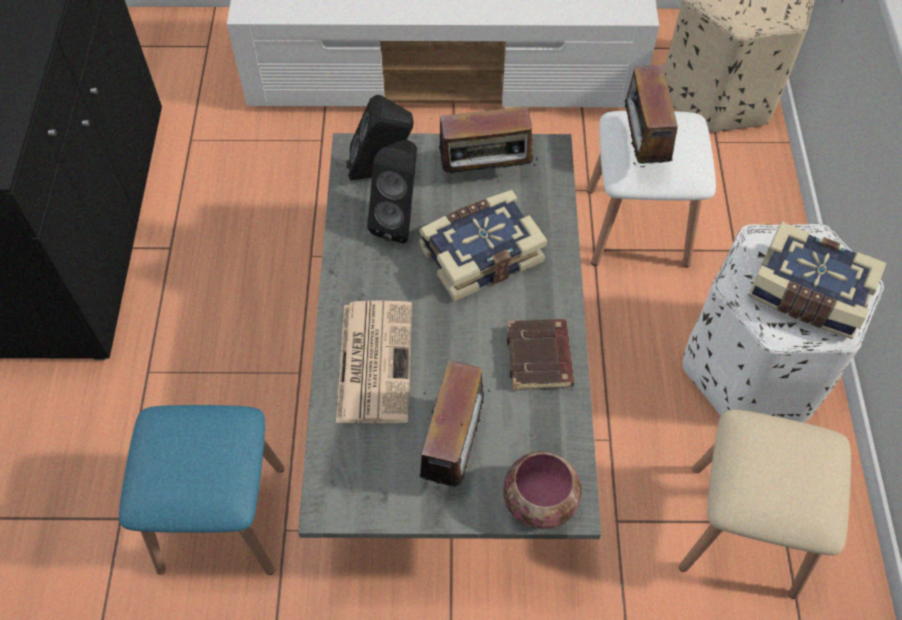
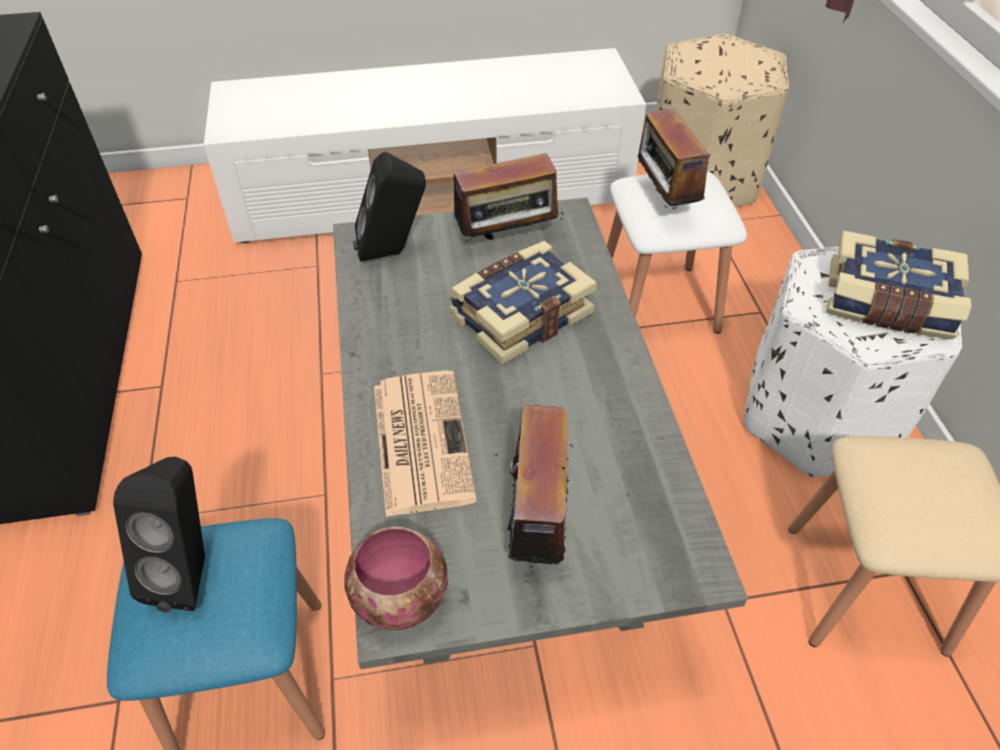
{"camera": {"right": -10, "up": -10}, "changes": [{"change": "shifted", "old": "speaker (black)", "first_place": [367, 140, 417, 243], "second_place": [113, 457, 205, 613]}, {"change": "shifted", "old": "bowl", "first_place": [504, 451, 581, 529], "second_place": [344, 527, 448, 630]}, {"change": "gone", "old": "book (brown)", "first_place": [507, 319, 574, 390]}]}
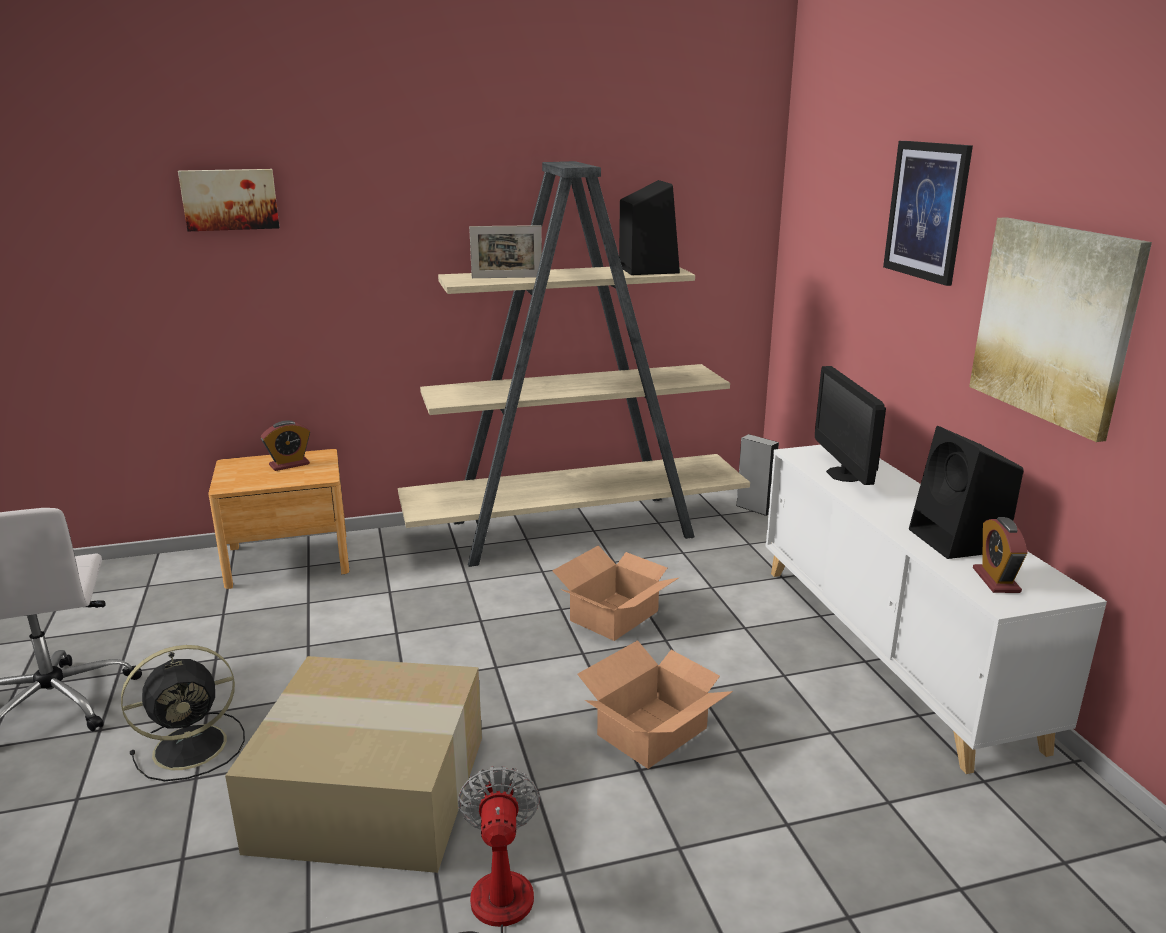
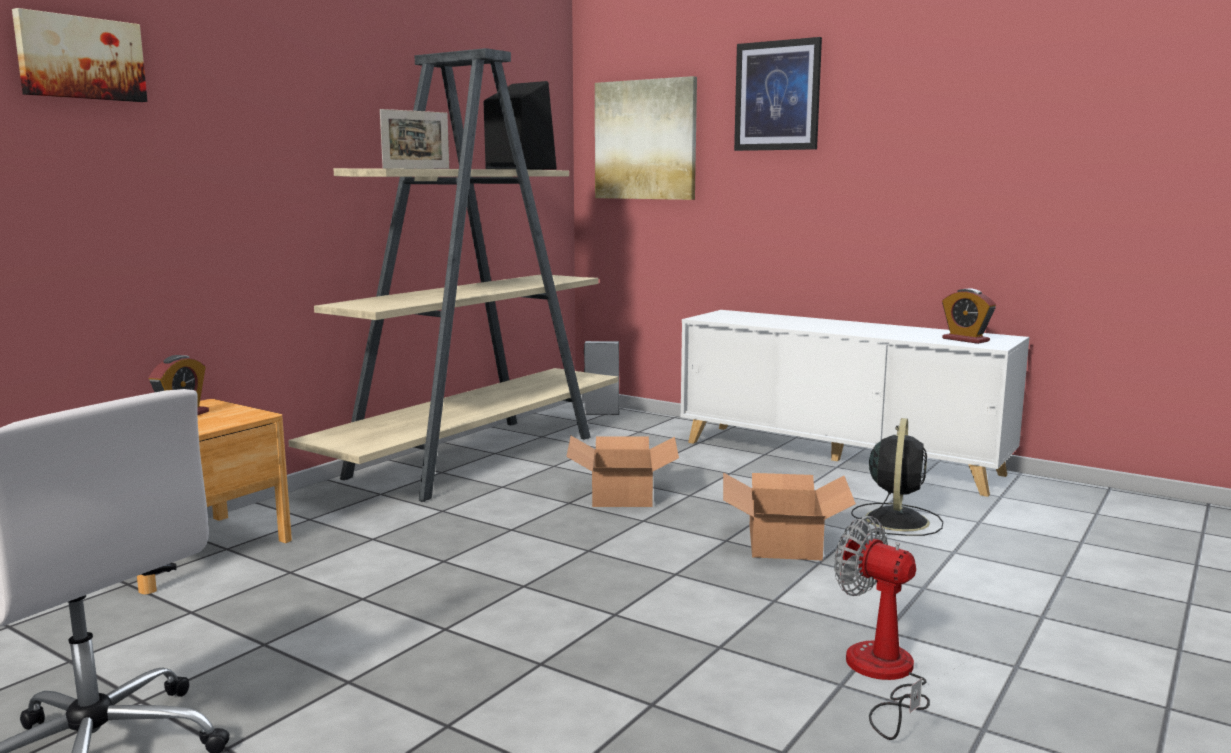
{"camera": {"right": -40, "up": -10}, "changes": [{"change": "shifted", "old": "picture", "first_place": [969, 217, 1152, 442], "second_place": [595, 76, 697, 200]}, {"change": "shifted", "old": "fan (black)", "first_place": [121, 645, 245, 781], "second_place": [851, 418, 943, 536]}, {"change": "gone", "old": "cardboard box", "first_place": [225, 656, 482, 873]}, {"change": "gone", "old": "monitor", "first_place": [815, 366, 886, 485]}, {"change": "gone", "old": "speaker (black)", "first_place": [909, 426, 1024, 559]}]}
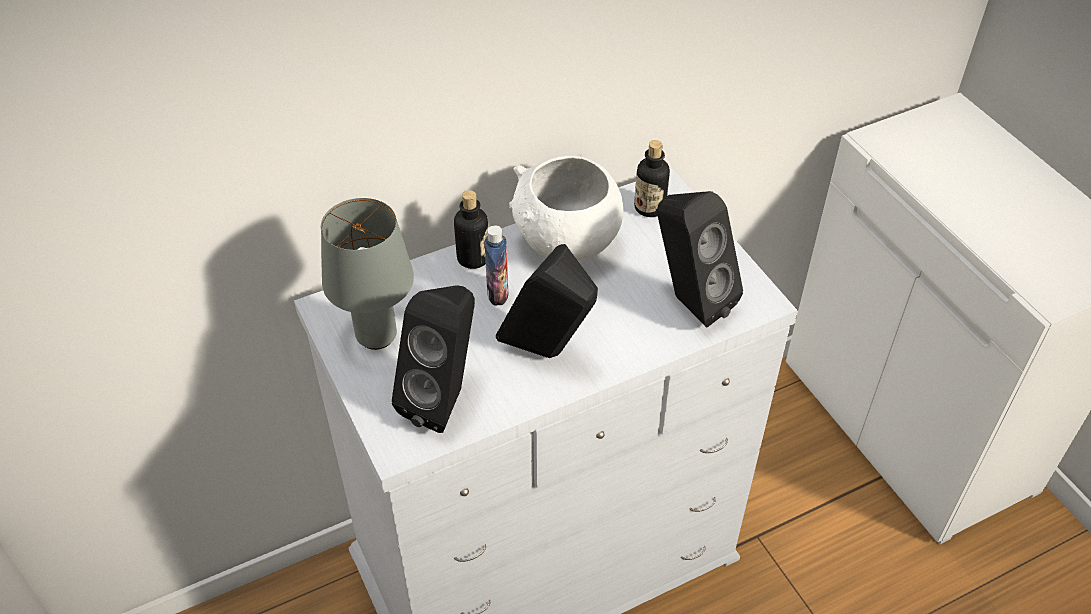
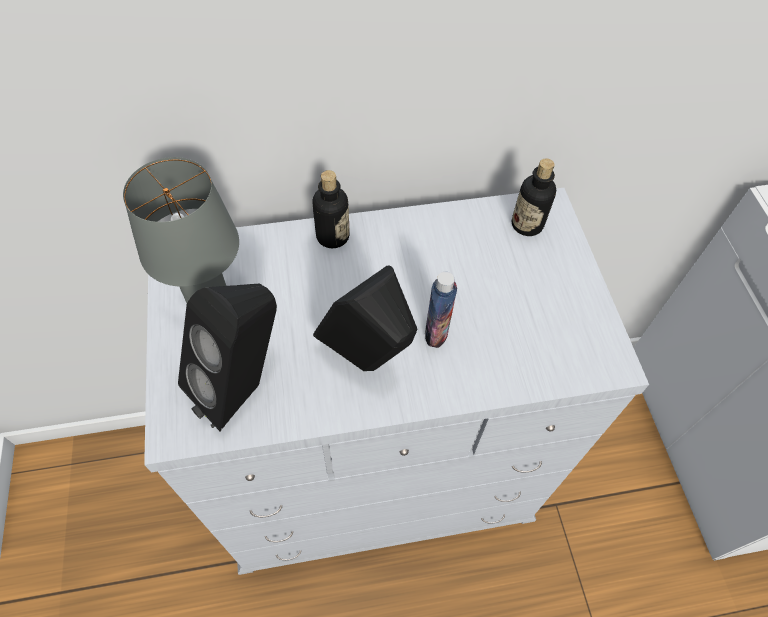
{"camera": {"right": 15, "up": 10}, "changes": [{"change": "shifted", "old": "bottle", "first_place": [484, 225, 508, 306], "second_place": [425, 272, 457, 348]}, {"change": "gone", "old": "bowl (white)", "first_place": [509, 156, 623, 262]}, {"change": "gone", "old": "speaker (black)", "first_place": [657, 191, 743, 327]}]}
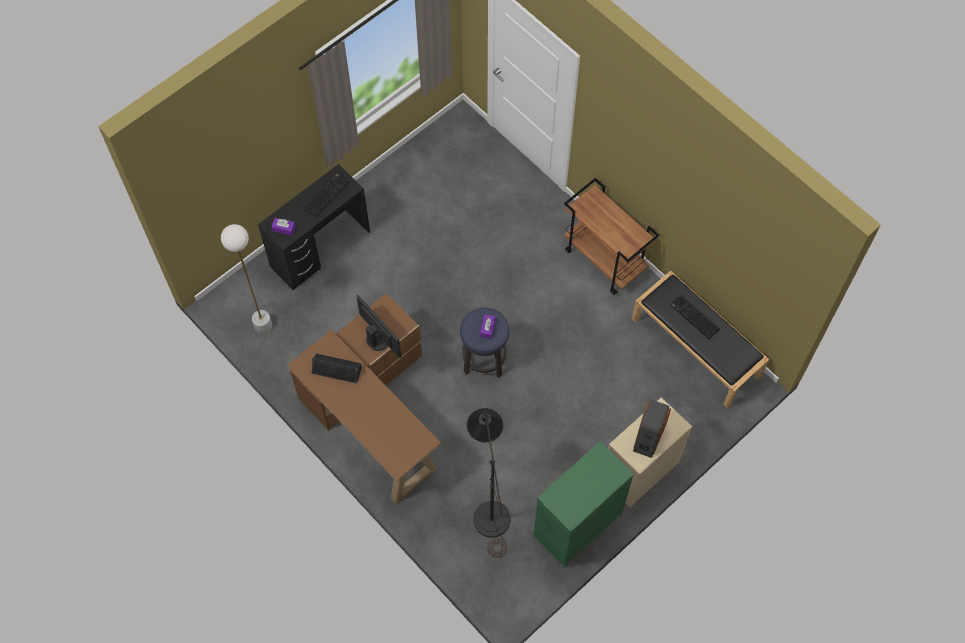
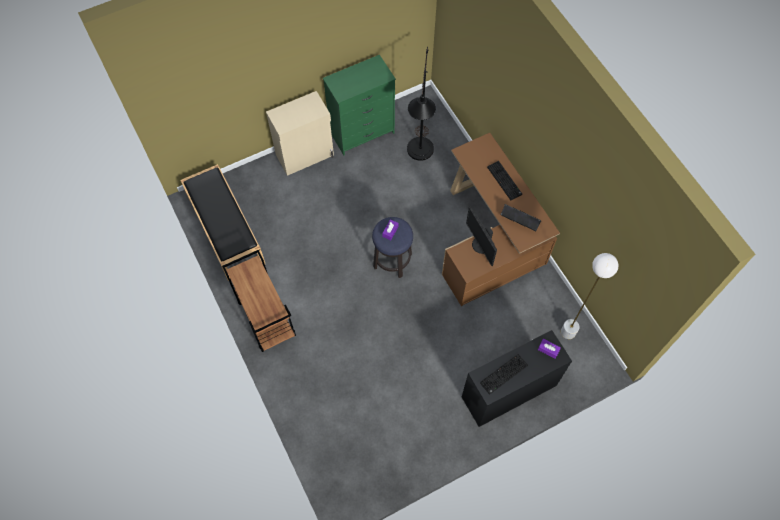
{"camera": {"right": -165, "up": 0}, "changes": [{"change": "shifted", "old": "keyboard", "first_place": [670, 295, 720, 339], "second_place": [487, 161, 522, 200]}, {"change": "gone", "old": "speaker", "first_place": [633, 399, 671, 458]}]}
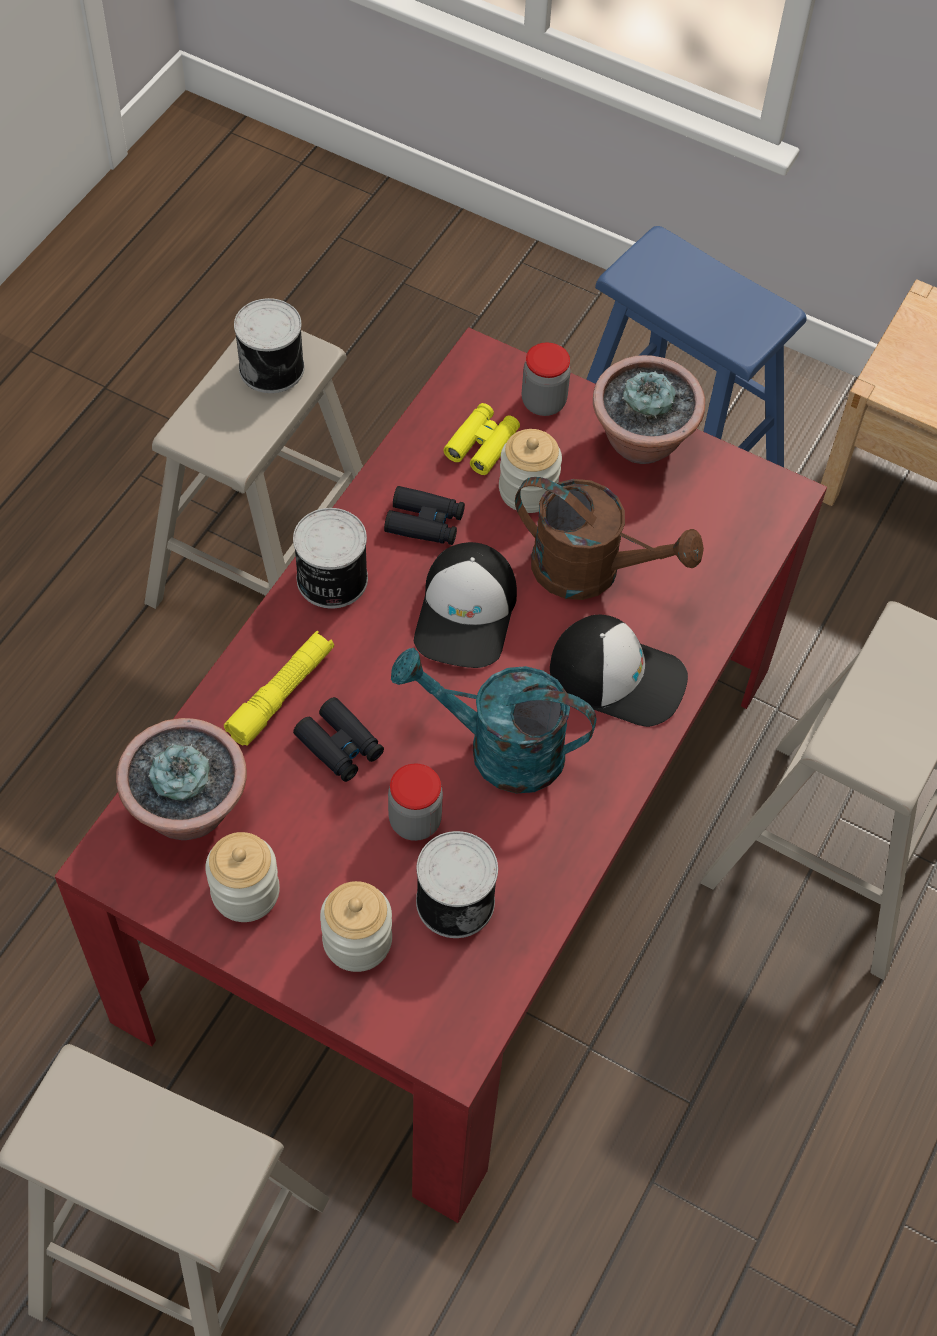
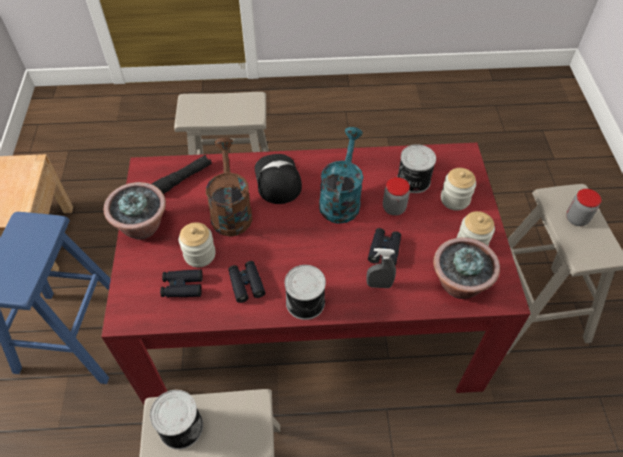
{"camera": {"right": -120, "up": -5}, "changes": [{"change": "new", "new": "flashlight (black)", "second_place": [152, 155, 212, 194]}, {"change": "repainted", "old": "binoculars (yellow)", "new": "binoculars (black)", "first_place": [443, 403, 520, 475], "second_place": [160, 270, 203, 297]}, {"change": "rotated", "old": "watering can (turquoise)", "first_place": [391, 648, 597, 793], "second_place": [319, 127, 363, 224], "degrees": -150}, {"change": "swapped", "old": "flashlight (yellow)", "new": "spray bottle (grey)", "first_place": [224, 631, 334, 746], "second_place": [366, 248, 396, 288]}, {"change": "shifted", "old": "jar", "first_place": [522, 342, 571, 416], "second_place": [566, 189, 601, 226]}, {"change": "gone", "old": "cap", "first_place": [414, 542, 517, 668]}]}
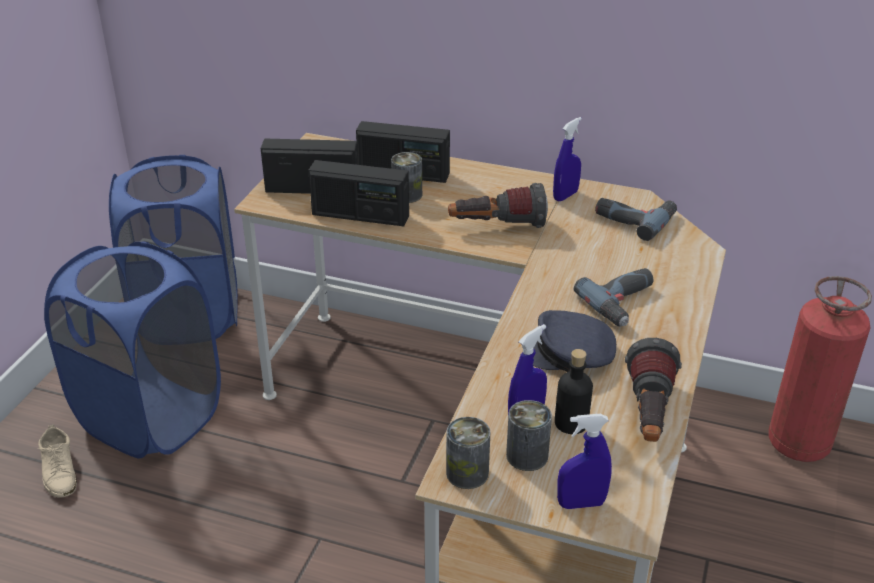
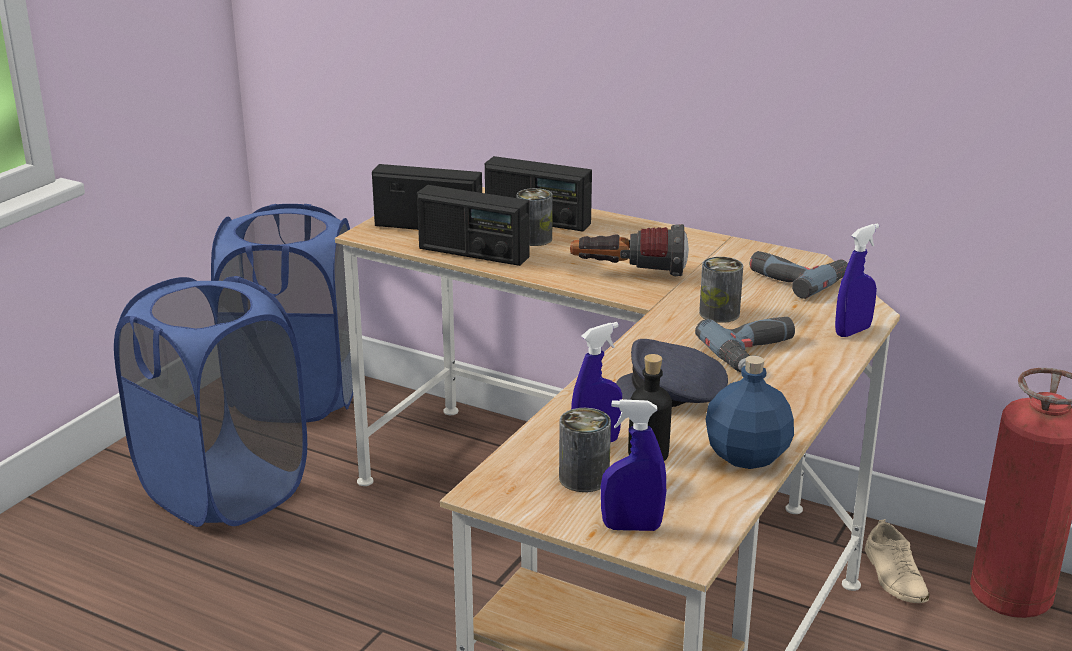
{"camera": {"right": 10, "up": -10}, "changes": [{"change": "shifted", "old": "can", "first_place": [446, 417, 490, 489], "second_place": [699, 257, 743, 323]}, {"change": "swapped", "old": "flashlight", "new": "bottle (blue)", "first_place": [625, 338, 682, 442], "second_place": [706, 355, 794, 469]}, {"change": "shifted", "old": "spray bottle (blue)", "first_place": [553, 117, 582, 202], "second_place": [835, 224, 879, 337]}, {"change": "shifted", "old": "shoe (beige)", "first_place": [37, 425, 77, 497], "second_place": [865, 519, 929, 603]}]}
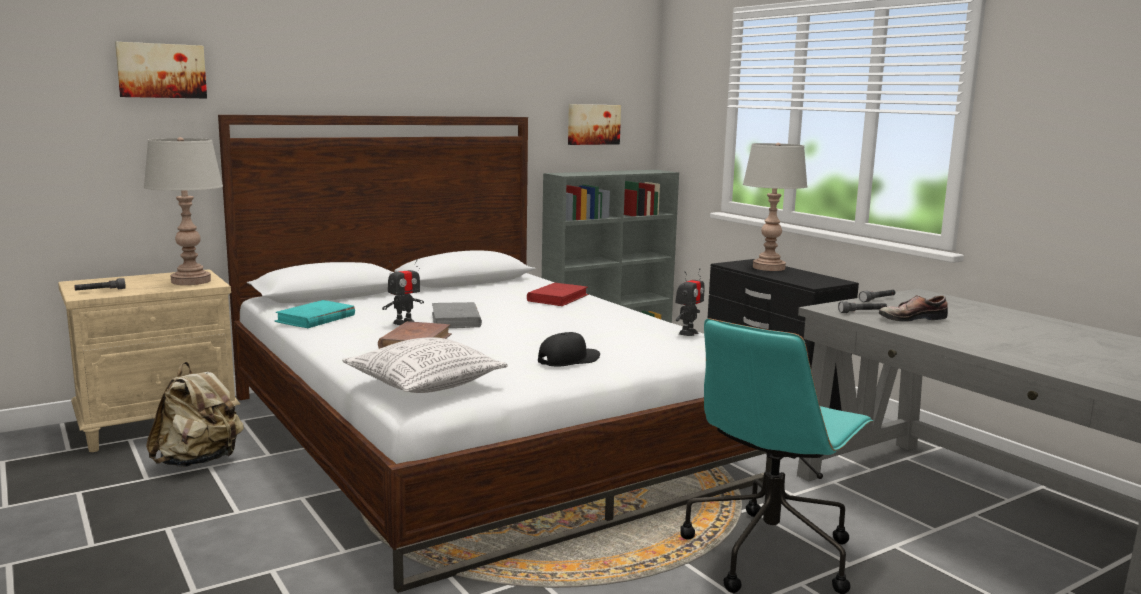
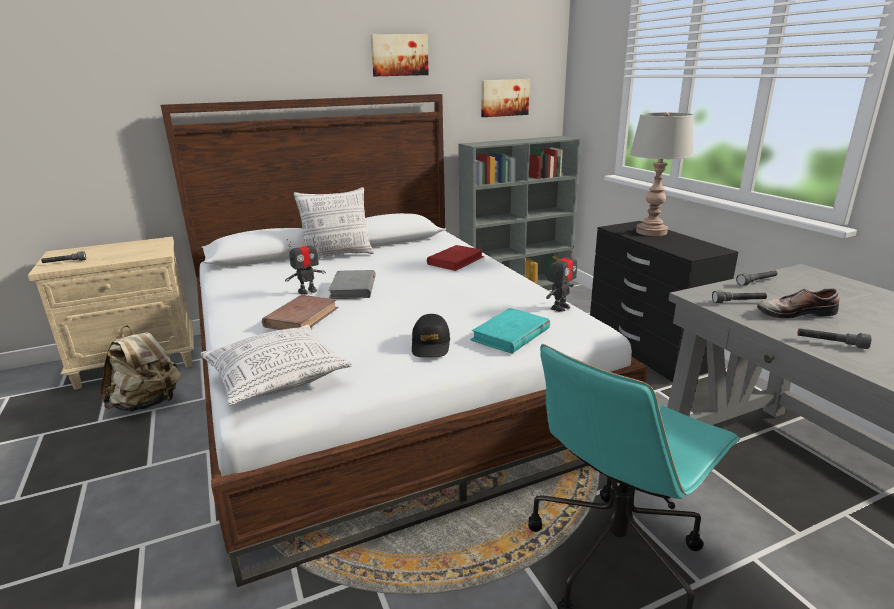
{"camera": {"right": 10, "up": 10}, "changes": [{"change": "new", "new": "pillow", "second_place": [294, 187, 374, 259]}, {"change": "shifted", "old": "picture", "first_place": [115, 42, 207, 98], "second_place": [370, 34, 429, 76]}, {"change": "rotated", "old": "cap (black)", "first_place": [538, 332, 600, 367], "second_place": [412, 314, 450, 357], "degrees": 120}, {"change": "shifted", "old": "book (turquoise)", "first_place": [274, 300, 355, 328], "second_place": [470, 308, 550, 354]}, {"change": "new", "new": "flashlight (grey)", "second_place": [797, 328, 871, 349]}, {"change": "gone", "old": "table lamp (grey)", "first_place": [144, 137, 223, 285]}]}
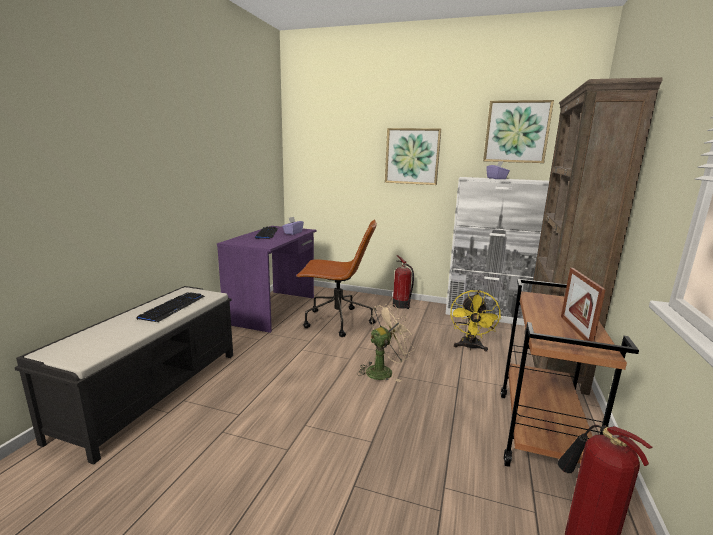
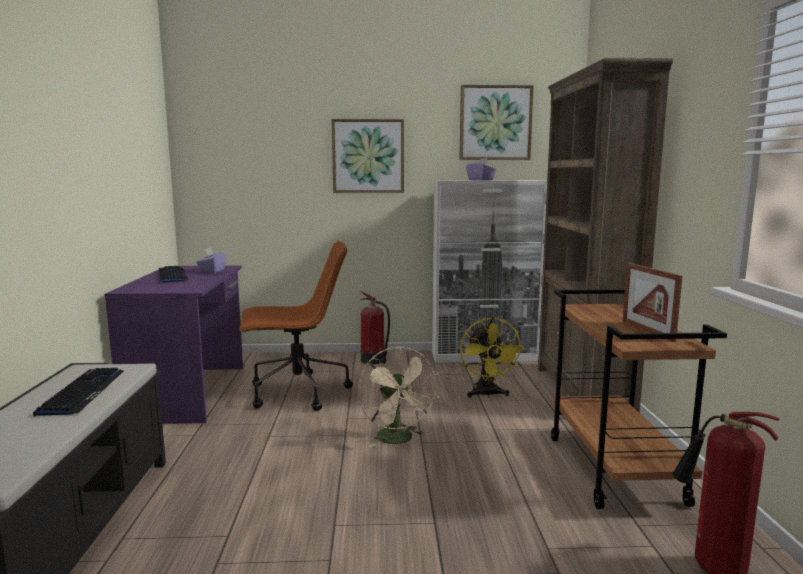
{"camera": {"right": -20, "up": -5}, "changes": [{"change": "rotated", "old": "fan (beige)", "first_place": [357, 304, 415, 382], "second_place": [358, 346, 440, 448], "degrees": 120}]}
